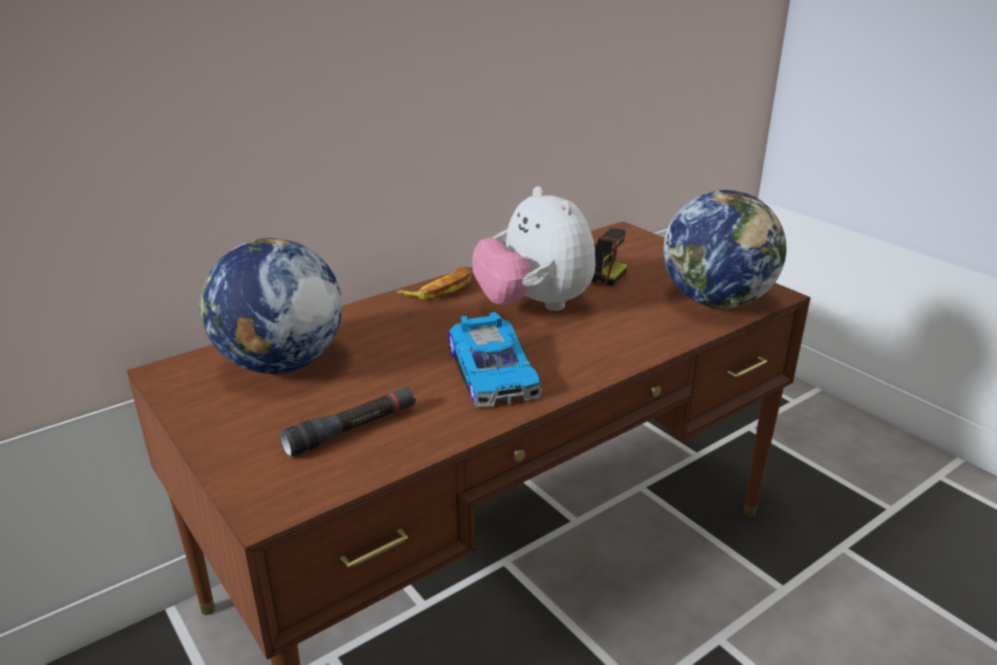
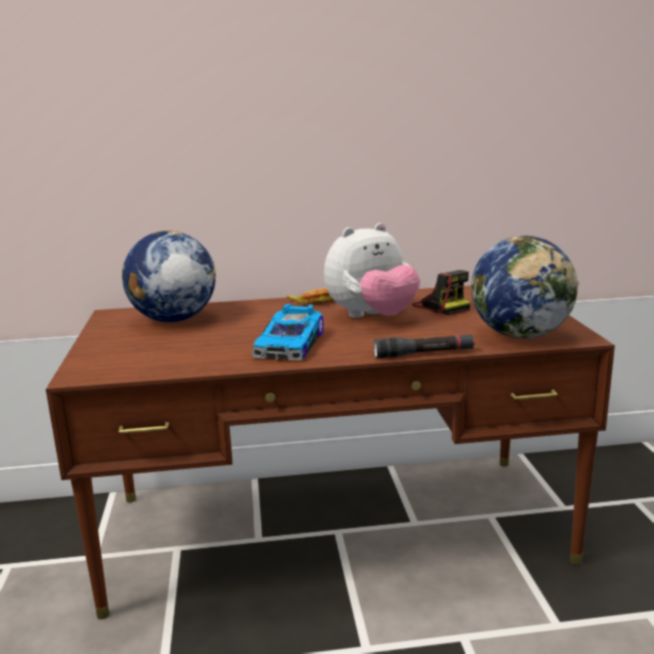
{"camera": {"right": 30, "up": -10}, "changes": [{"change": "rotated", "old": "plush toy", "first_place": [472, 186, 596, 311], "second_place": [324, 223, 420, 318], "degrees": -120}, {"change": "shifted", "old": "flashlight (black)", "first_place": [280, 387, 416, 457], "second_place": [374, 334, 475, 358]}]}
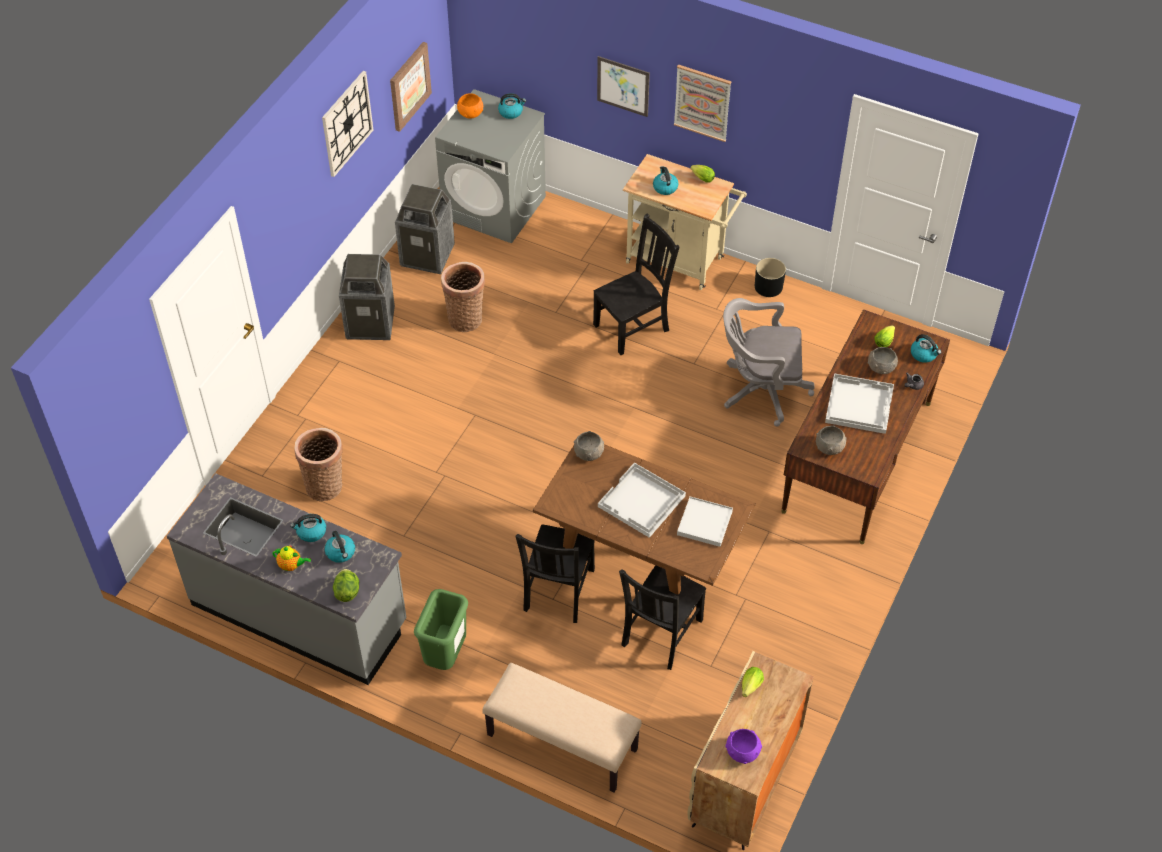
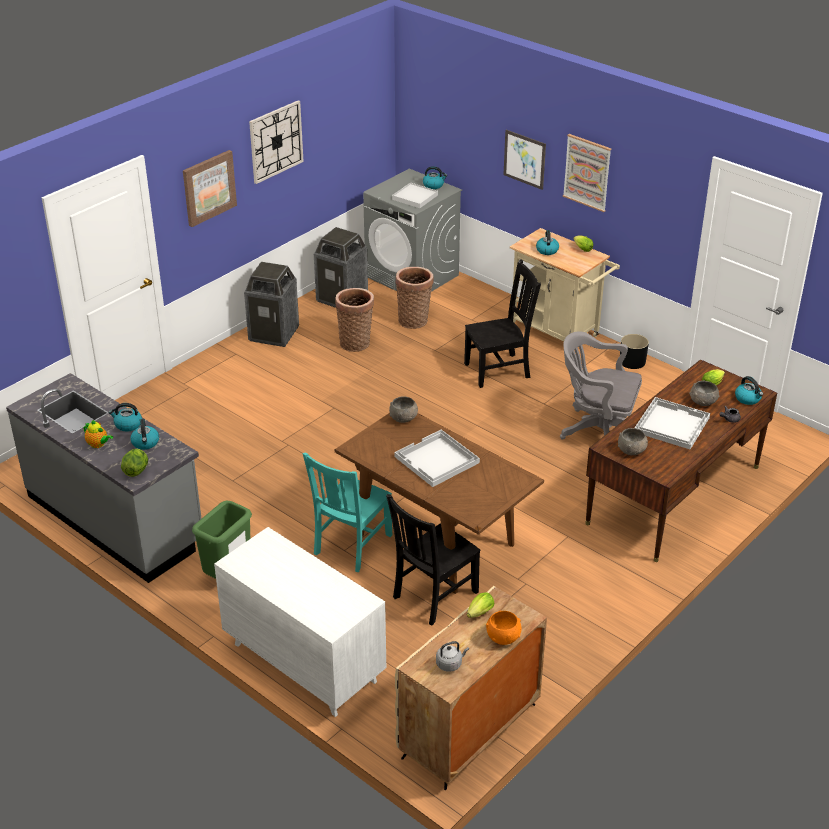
{"camera": {"right": 15, "up": -15}, "changes": [{"change": "shifted", "old": "picture", "first_place": [390, 42, 432, 132], "second_place": [183, 150, 237, 227]}, {"change": "swapped", "old": "bench (beige)", "new": "dresser (white)", "first_place": [482, 663, 642, 793], "second_place": [214, 527, 387, 717]}, {"change": "repainted", "old": "chair (black)", "new": "chair (turquoise)", "first_place": [515, 524, 595, 623], "second_place": [303, 453, 392, 572]}, {"change": "shifted", "old": "tray (white)", "first_place": [677, 496, 733, 547], "second_place": [392, 182, 438, 208]}, {"change": "shifted", "old": "basket", "first_place": [294, 428, 342, 501], "second_place": [396, 267, 434, 329]}, {"change": "swapped", "old": "bowl (purple)", "new": "kettle (grey)", "first_place": [725, 729, 762, 764], "second_place": [436, 641, 469, 672]}, {"change": "shifted", "old": "bowl (orange)", "first_place": [457, 93, 483, 119], "second_place": [486, 610, 522, 645]}]}
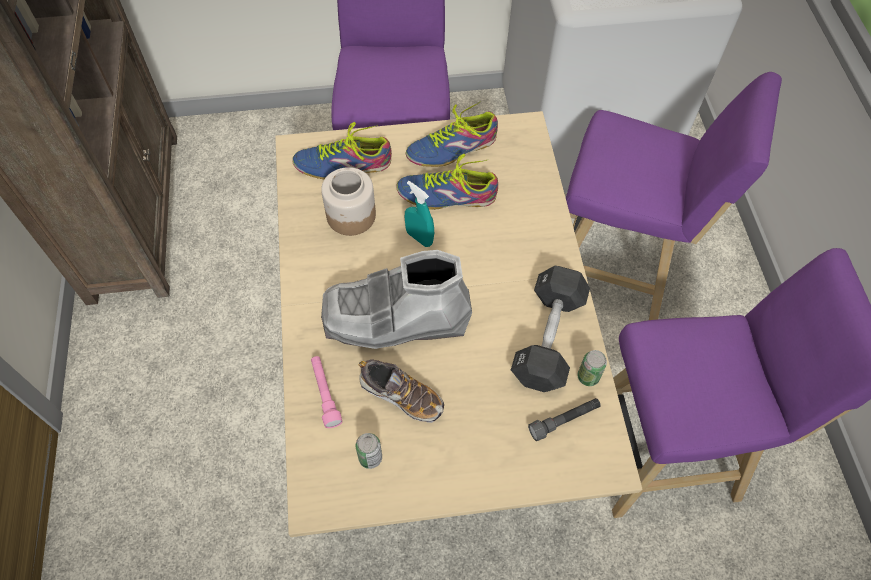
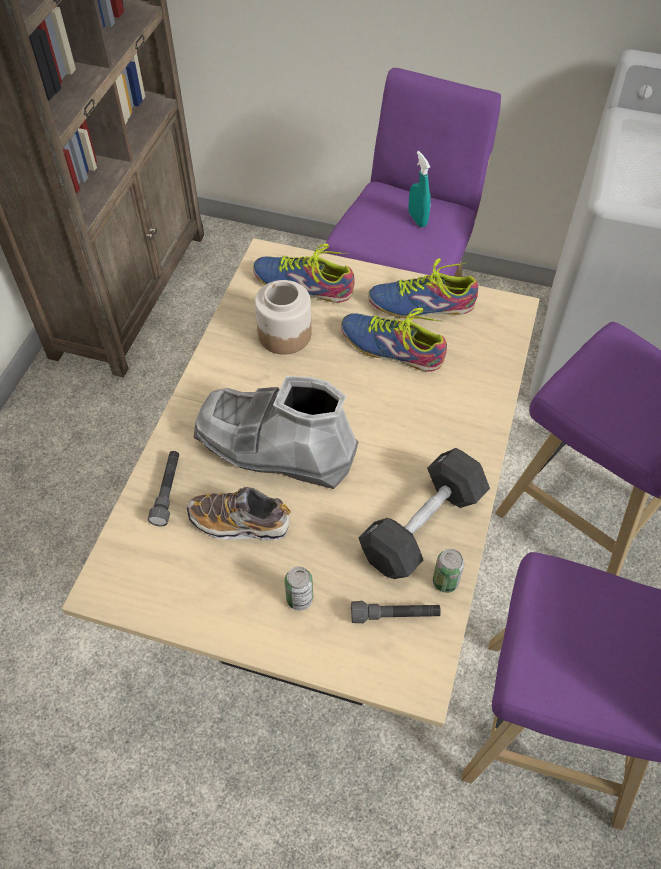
{"camera": {"right": 25, "up": -5}, "changes": [{"change": "repainted", "old": "flashlight (pink)", "new": "flashlight (grey)", "first_place": [311, 356, 342, 428], "second_place": [148, 451, 179, 526]}, {"change": "rotated", "old": "shoe", "first_place": [358, 360, 444, 423], "second_place": [187, 487, 291, 540], "degrees": 135}, {"change": "shifted", "old": "can", "first_place": [355, 433, 382, 469], "second_place": [285, 567, 313, 610]}, {"change": "shifted", "old": "spray bottle (turquoise)", "first_place": [405, 181, 434, 247], "second_place": [408, 151, 431, 227]}]}
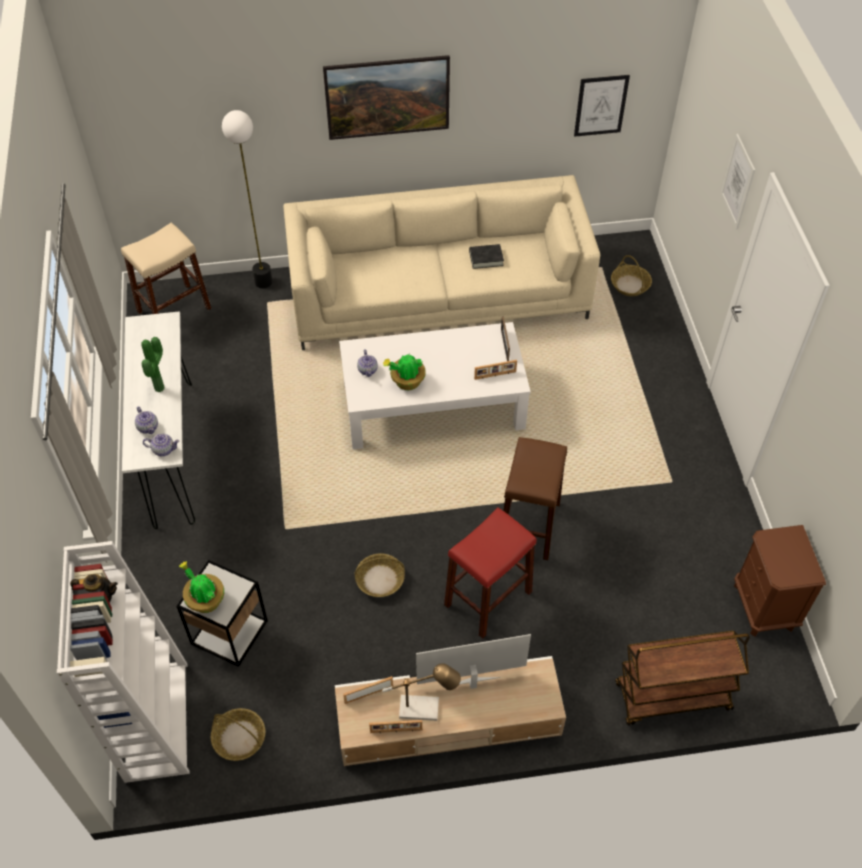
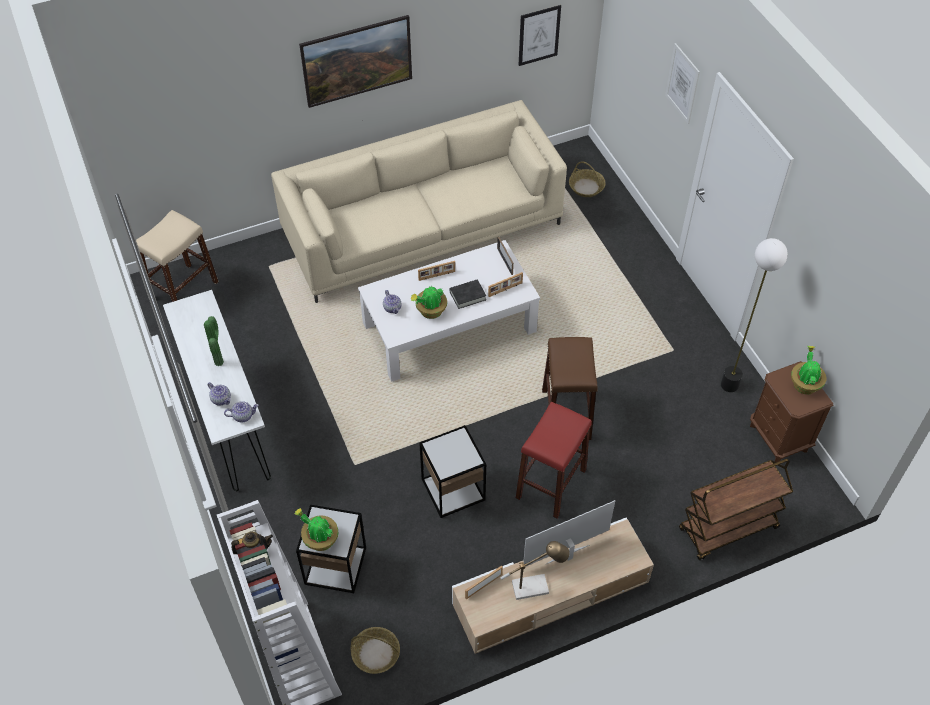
{"camera": {"right": -15, "up": 0}, "changes": [{"change": "shifted", "old": "picture frame", "first_place": [369, 720, 422, 733], "second_place": [418, 261, 455, 281]}, {"change": "swapped", "old": "basket", "new": "side table", "first_place": [355, 553, 405, 597], "second_place": [419, 425, 486, 518]}, {"change": "shifted", "old": "book (black)", "first_place": [469, 244, 504, 269], "second_place": [449, 279, 486, 309]}, {"change": "shifted", "old": "floor lamp", "first_place": [222, 110, 273, 288], "second_place": [721, 238, 788, 392]}, {"change": "new", "new": "potted plant", "second_place": [791, 346, 826, 395]}]}
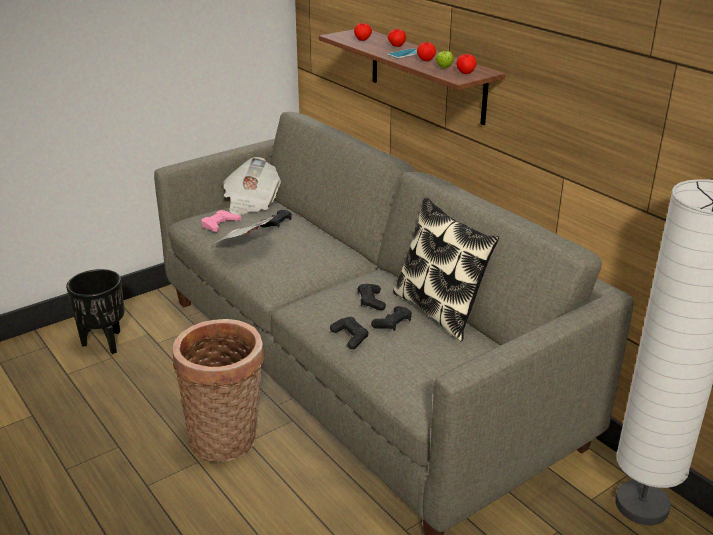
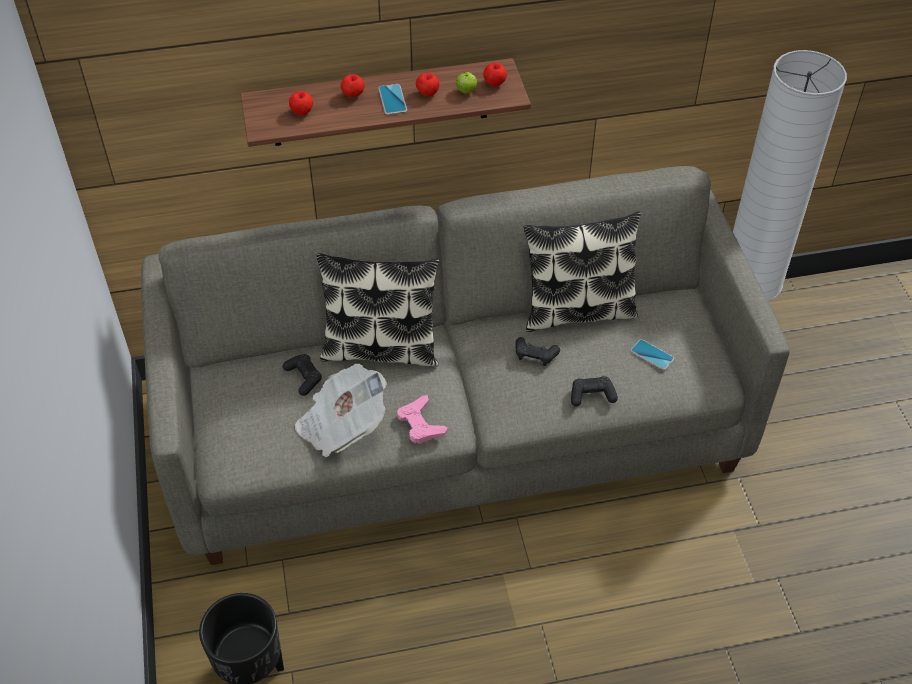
{"camera": {"right": -65, "up": 20}, "changes": [{"change": "new", "new": "pillow", "second_place": [317, 254, 439, 366]}, {"change": "shifted", "old": "game controller (pink)", "first_place": [201, 210, 241, 231], "second_place": [397, 395, 448, 444]}, {"change": "new", "new": "phone", "second_place": [630, 339, 674, 370]}, {"change": "gone", "old": "basket", "first_place": [172, 319, 264, 462]}, {"change": "gone", "old": "newspaper", "first_place": [223, 157, 281, 215]}, {"change": "gone", "old": "game controller (black)", "first_place": [371, 306, 412, 331]}]}
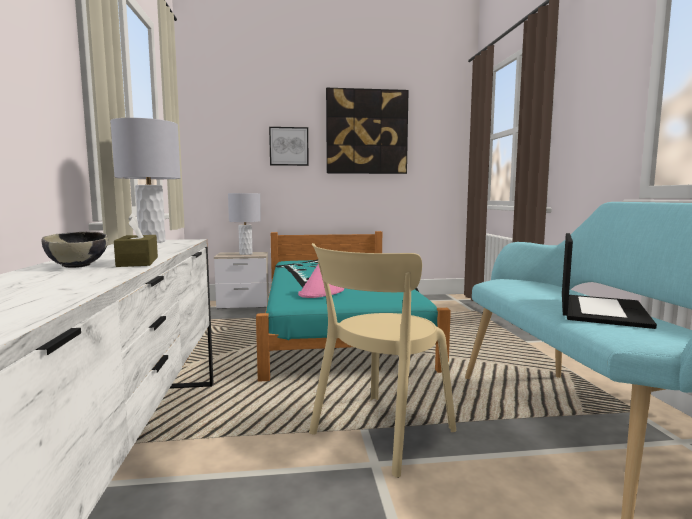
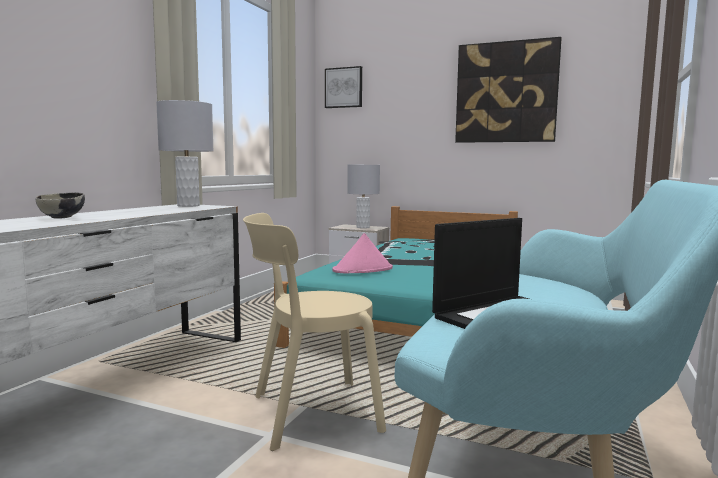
{"camera": {"right": 30, "up": 0}, "changes": [{"change": "shifted", "old": "picture", "first_place": [269, 127, 309, 166], "second_place": [325, 66, 362, 108]}, {"change": "gone", "old": "tissue box (brown)", "first_place": [114, 213, 158, 267]}]}
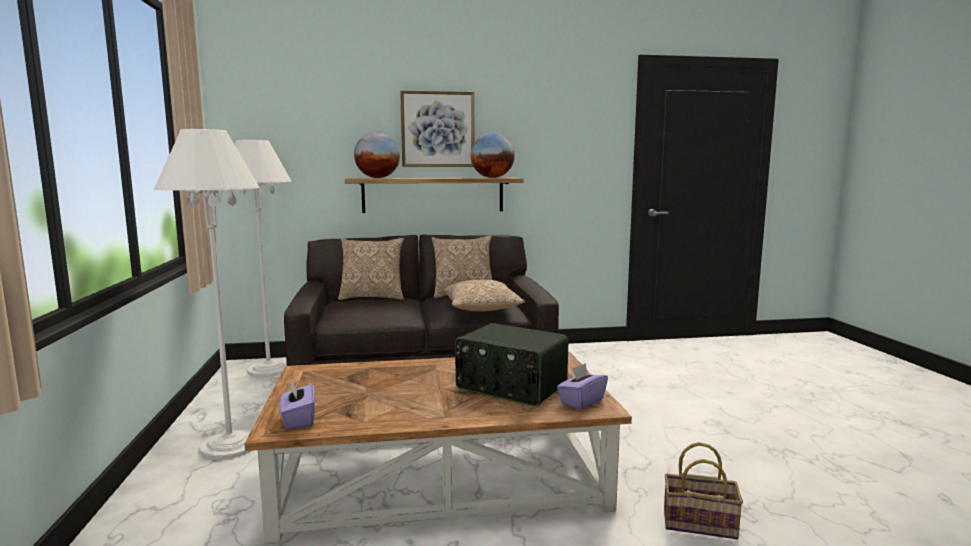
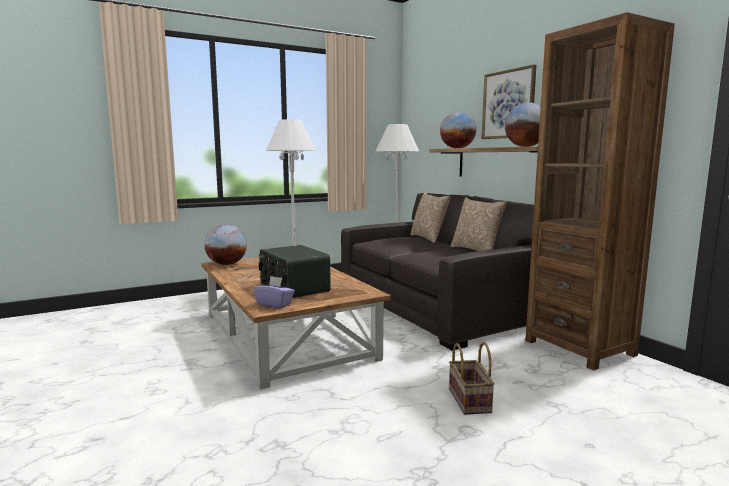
{"camera": {"right": 70, "up": 0}, "changes": [{"change": "swapped", "old": "tissue box (purple)", "new": "globe", "first_place": [279, 380, 315, 430], "second_place": [204, 224, 247, 265]}, {"change": "rotated", "old": "radio", "first_place": [455, 323, 568, 406], "second_place": [259, 245, 331, 298], "degrees": -45}, {"change": "shifted", "old": "basket", "first_place": [664, 442, 743, 539], "second_place": [449, 342, 495, 415]}, {"change": "new", "new": "bookcase (brown)", "second_place": [525, 12, 675, 370]}, {"change": "gone", "old": "pillow", "first_place": [444, 280, 525, 311]}]}
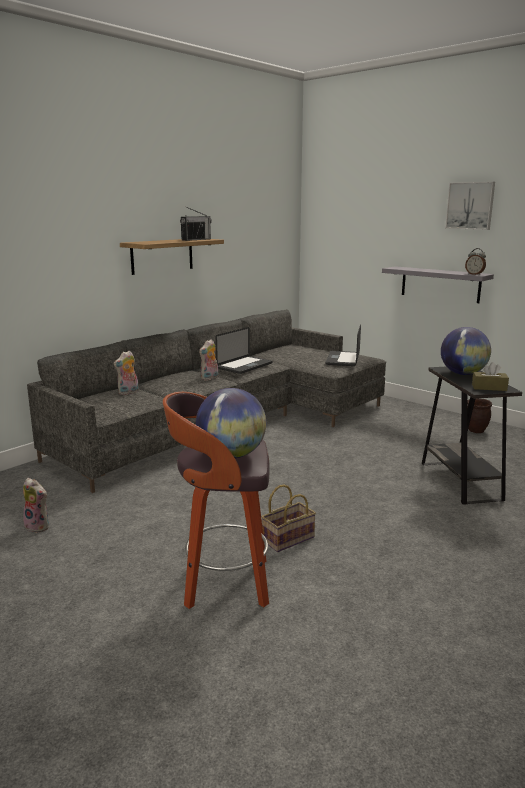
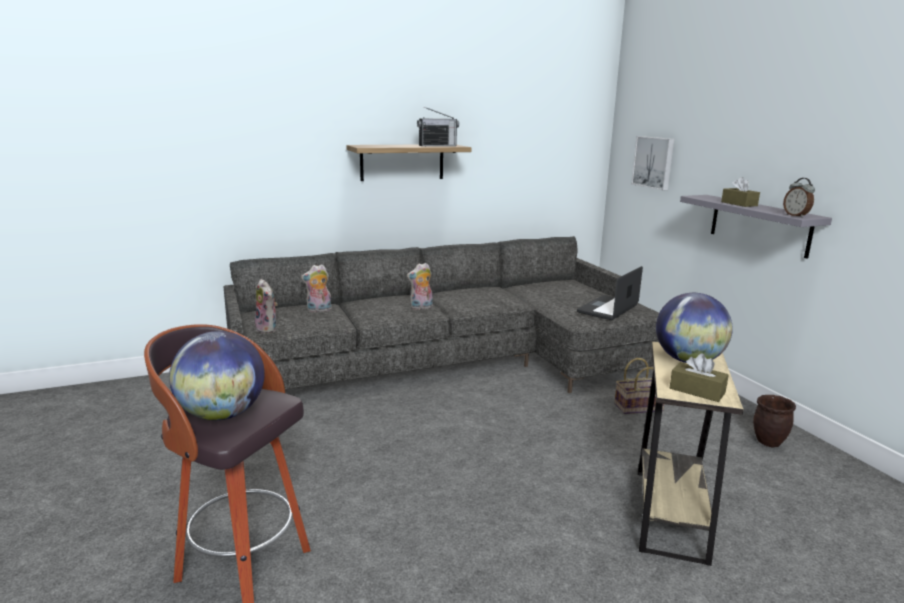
{"camera": {"right": 25, "up": 0}, "changes": [{"change": "shifted", "old": "plush toy", "first_place": [23, 478, 49, 533], "second_place": [255, 279, 278, 333]}, {"change": "shifted", "old": "basket", "first_place": [261, 484, 316, 552], "second_place": [614, 358, 664, 414]}, {"change": "shifted", "old": "picture", "first_place": [445, 182, 495, 230], "second_place": [631, 136, 674, 190]}, {"change": "repainted", "old": "side table (black)", "new": "side table (beige)", "first_place": [422, 367, 522, 505], "second_place": [638, 342, 743, 566]}, {"change": "new", "new": "tissue box (brown)", "second_place": [721, 177, 760, 207]}, {"change": "gone", "old": "laptop", "first_place": [215, 327, 272, 374]}]}
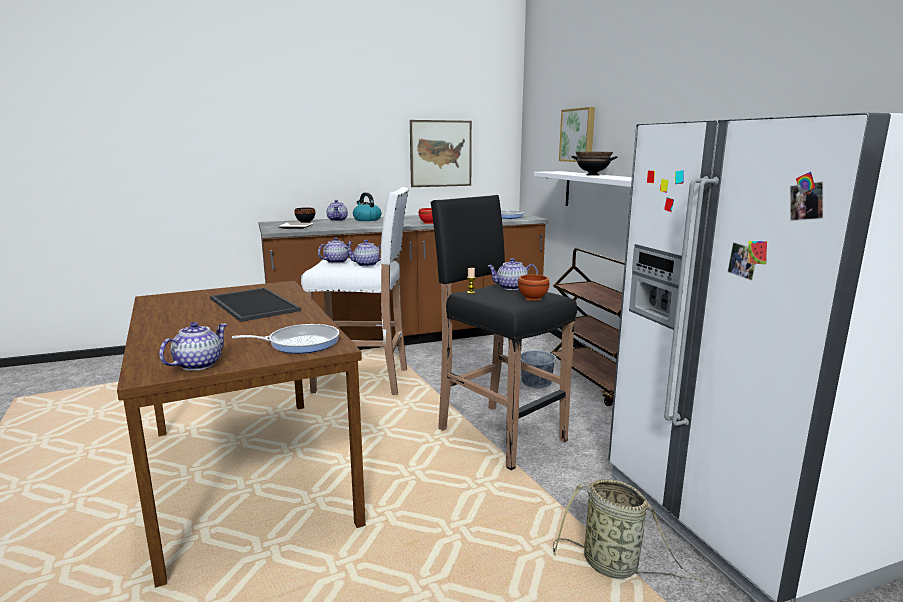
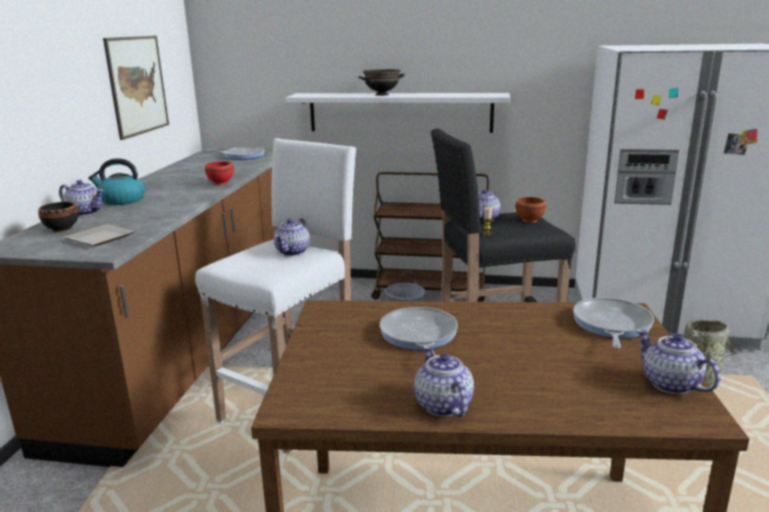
{"camera": {"right": -60, "up": 5}, "changes": [{"change": "swapped", "old": "tray", "new": "frying pan", "first_place": [210, 288, 301, 322], "second_place": [379, 307, 458, 356]}, {"change": "shifted", "old": "teapot", "first_place": [318, 237, 352, 264], "second_place": [414, 346, 474, 417]}, {"change": "gone", "old": "picture", "first_place": [559, 107, 595, 162]}]}
